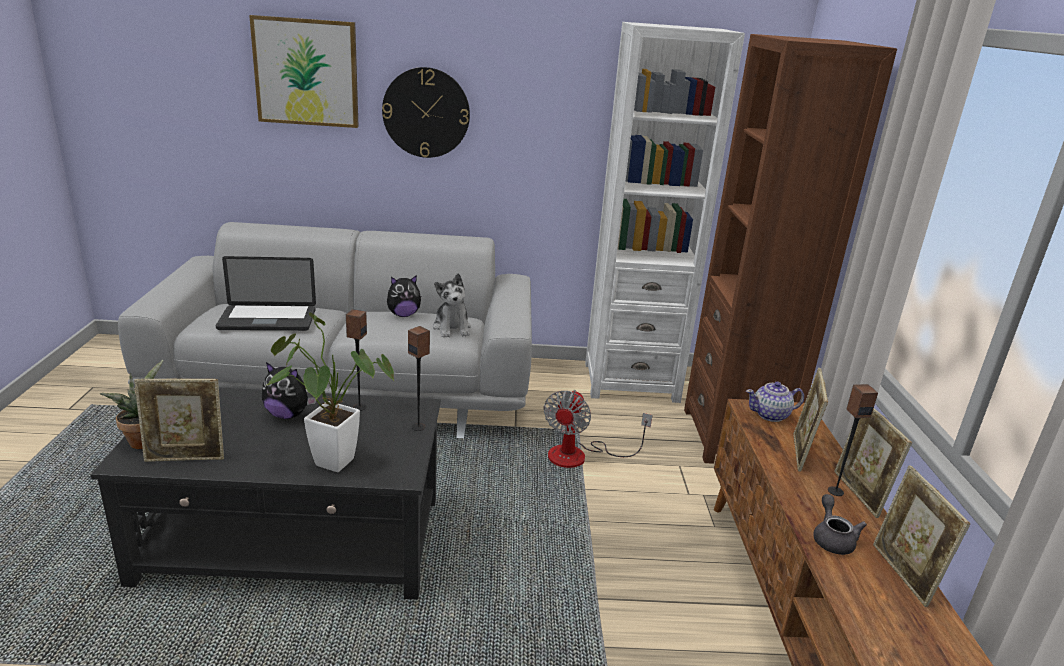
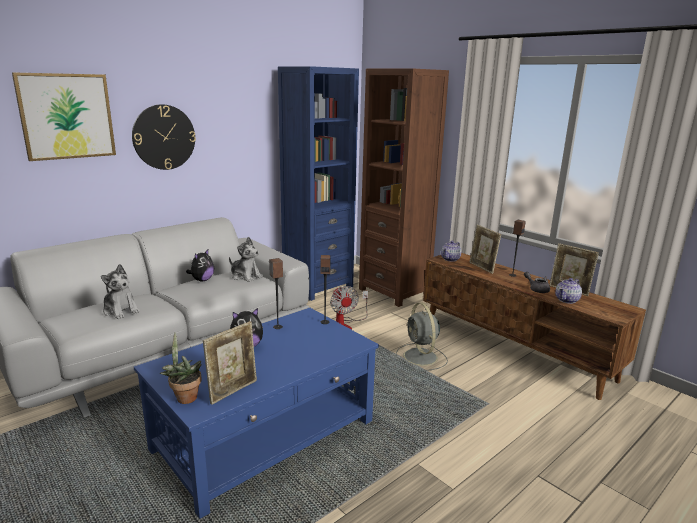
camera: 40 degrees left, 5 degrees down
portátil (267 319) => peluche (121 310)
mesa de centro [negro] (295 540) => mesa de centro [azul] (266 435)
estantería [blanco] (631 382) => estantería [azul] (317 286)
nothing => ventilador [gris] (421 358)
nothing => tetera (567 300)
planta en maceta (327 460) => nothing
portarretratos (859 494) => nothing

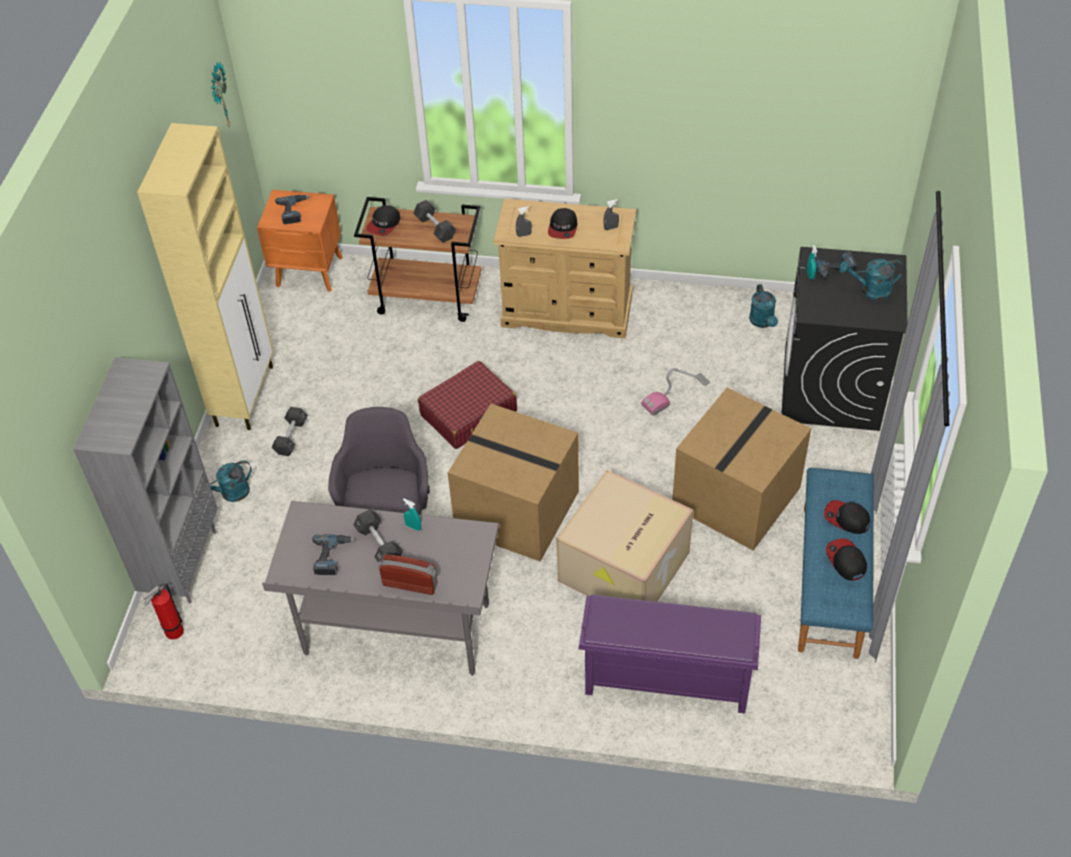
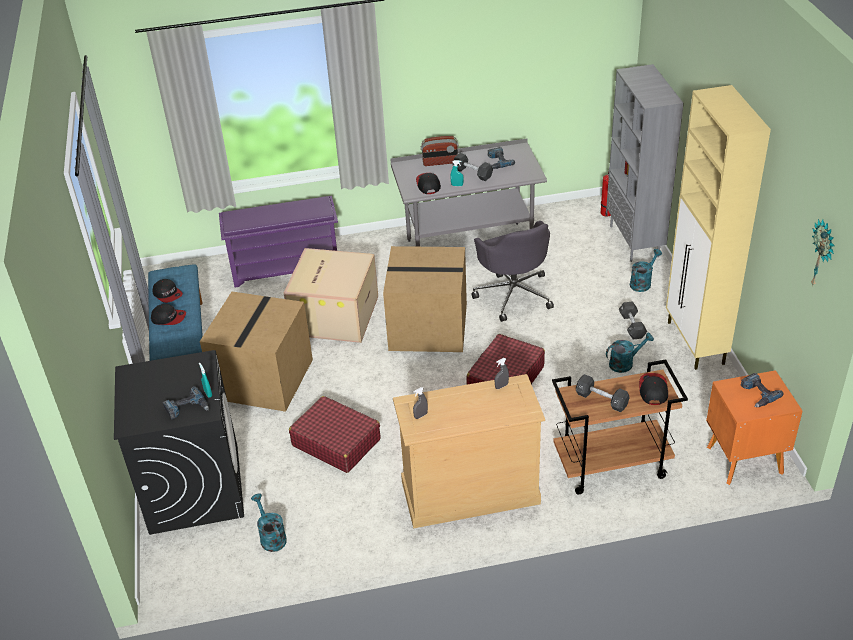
camera: 160 degrees right, 10 degrees down
aspiradora (675 395) => maleta [rojo] (336 442)
gorra (563 228) => gorra (428 184), relocated
regadera [turquesa] (870 290) => regadera [turquesa] (625 363), relocated

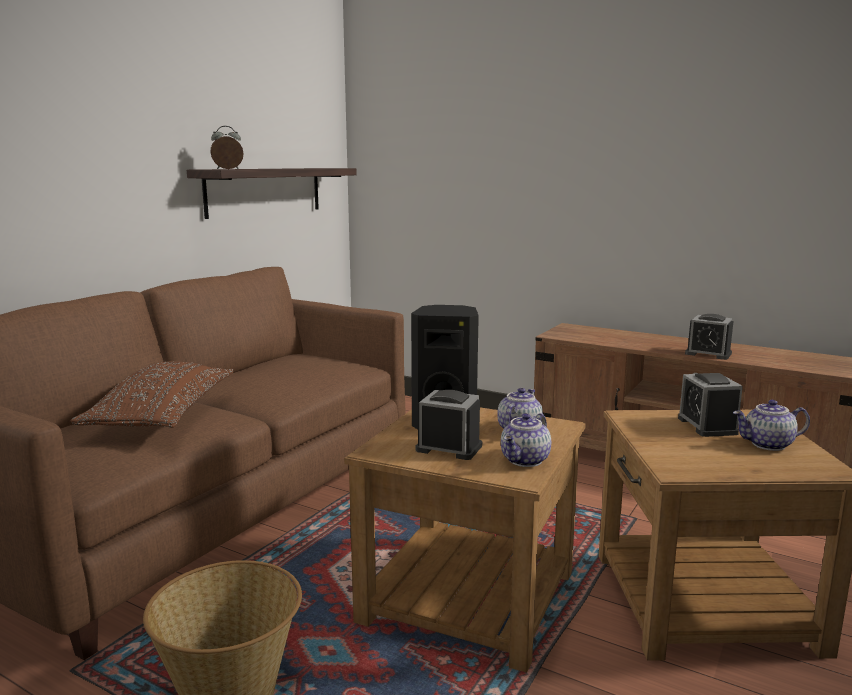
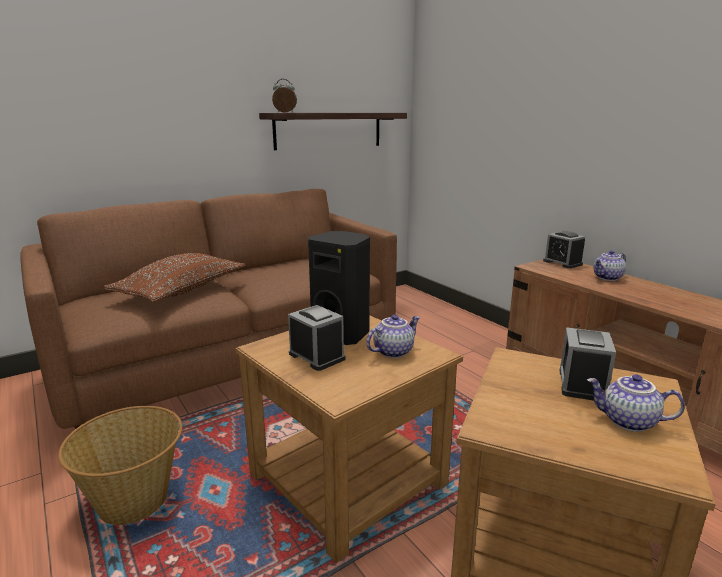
camera: 25 degrees right, 5 degrees up
despertador (708 353) => despertador (562 263), relocated
tetera (526 461) => tetera (608 278), relocated

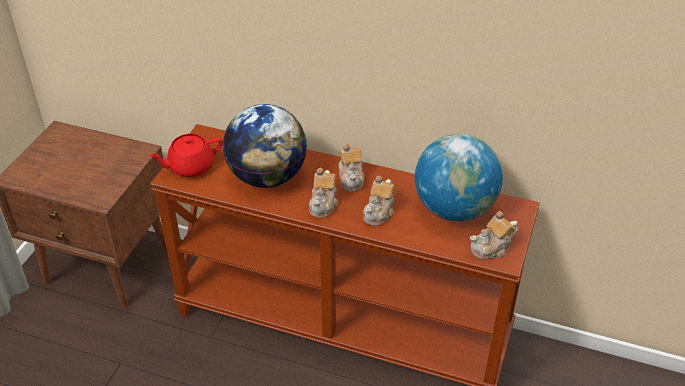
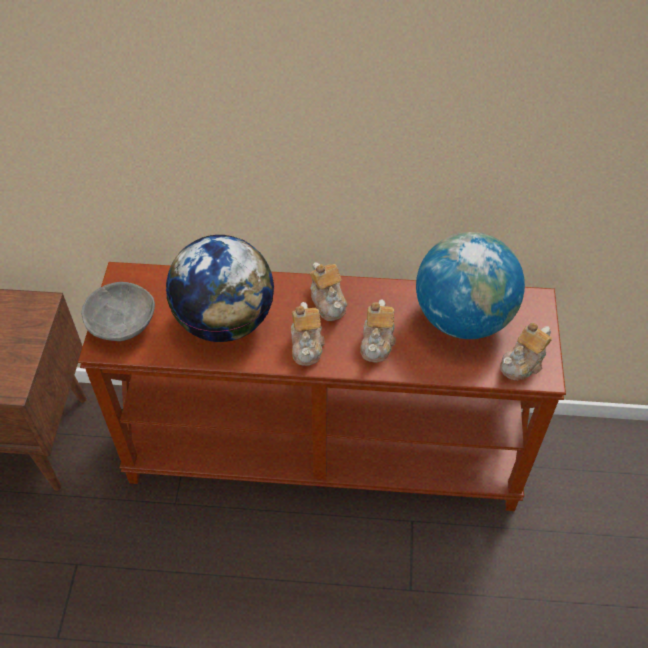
camera: 15 degrees left, 10 degrees up
tetera [rojo] (190 166) => cuenco [gris] (122 326)

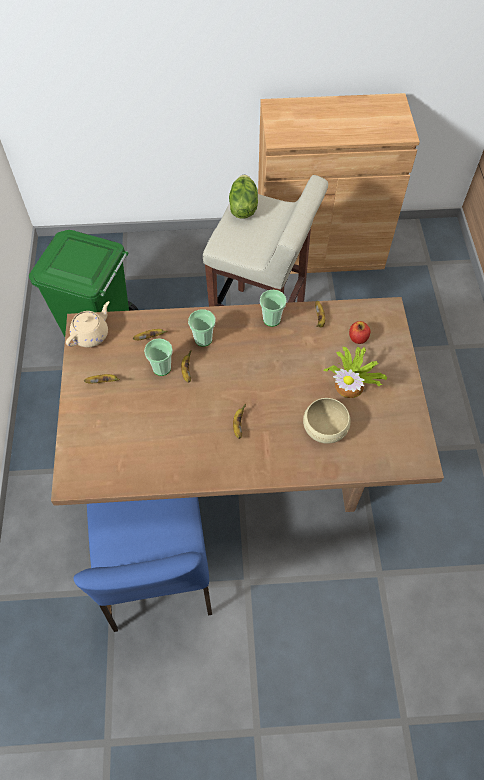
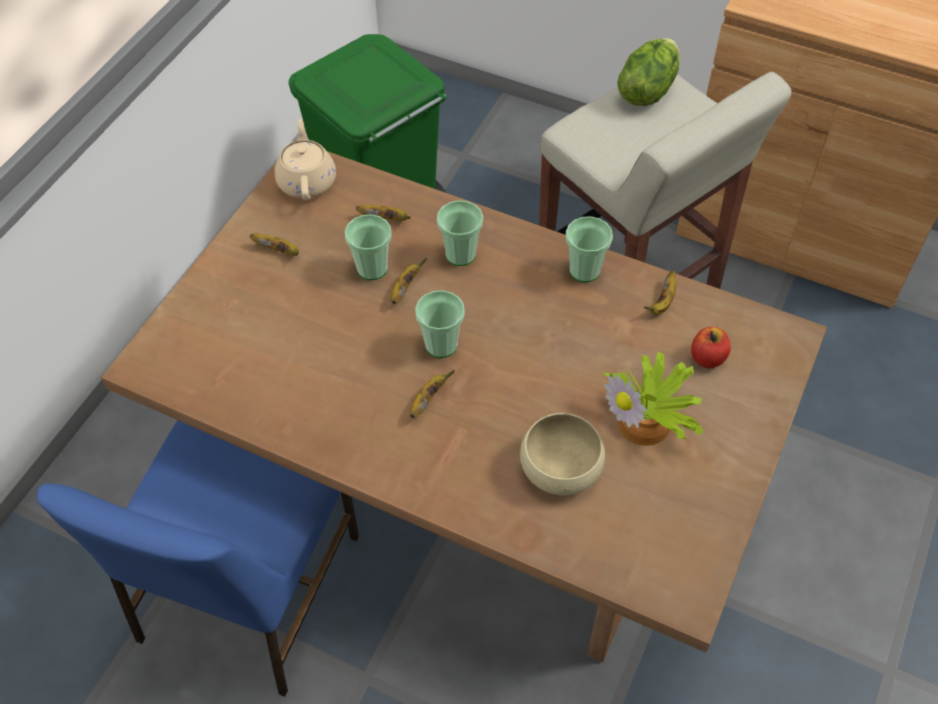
camera: 30 degrees right, 5 degrees down
tetera [beis] (91 334) => tetera [beis] (307 181), 75 degrees counterclockwise
nothing => taza (441 345)

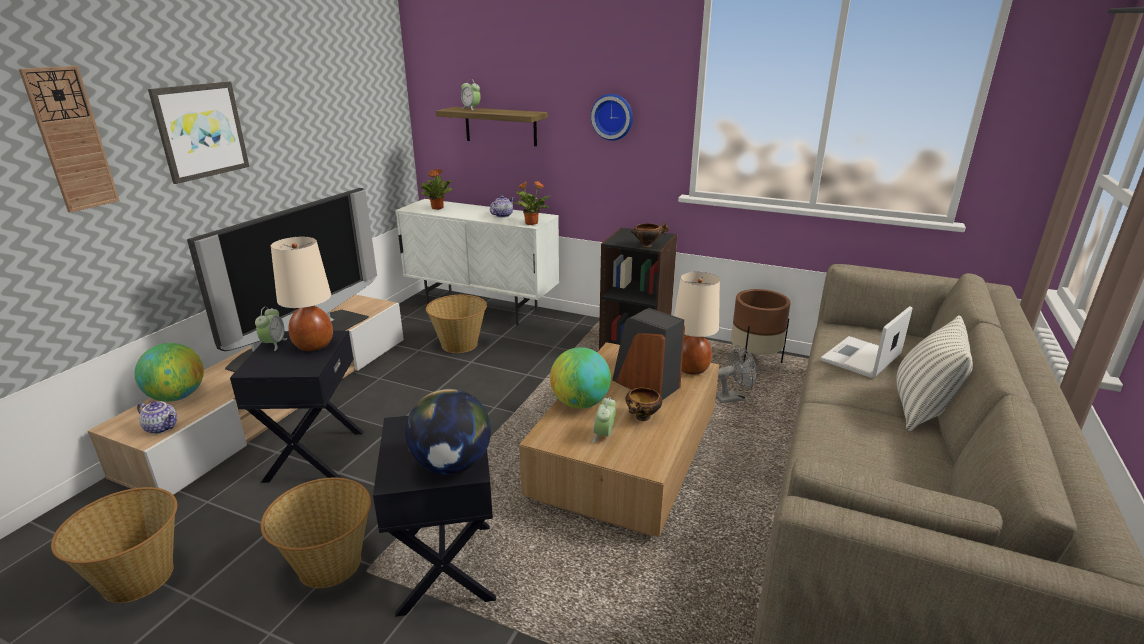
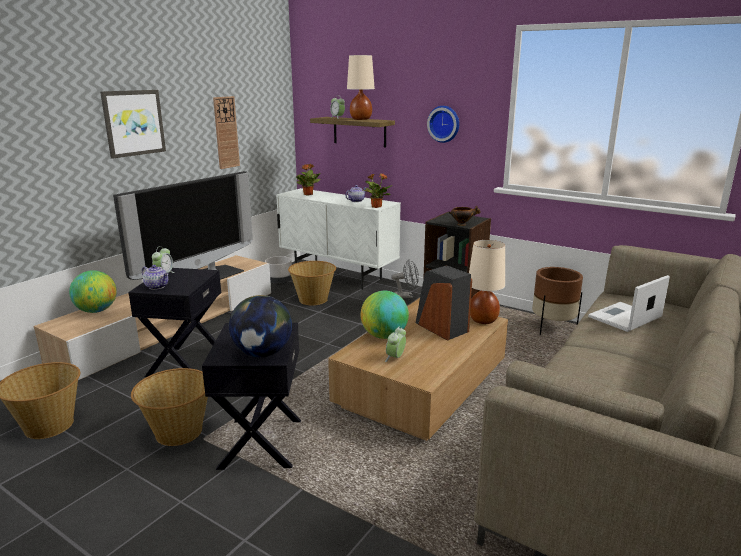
camera: 10 degrees right, 5 degrees down
tetera (162 427) => tetera (157 286), relocated
reloj de pared (71 139) => reloj de pared (226 132), relocated
nothing => maceta [gris] (279 282)
lámpara de mesa [beis] (314 345) => lámpara de mesa [beis] (361 119), relocated
ventilador [gris] (733 398) => ventilador [gris] (406 296), relocated
cuenco (642 418) => nothing
cojín (922 409) => nothing

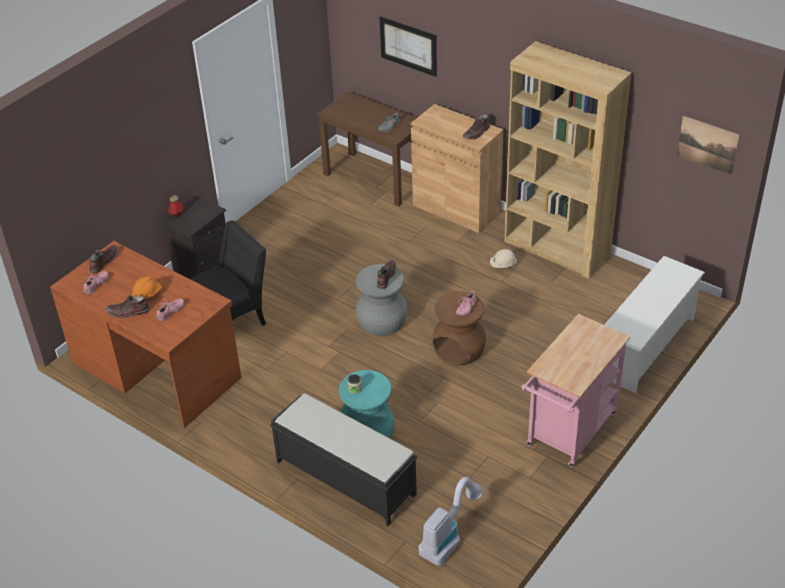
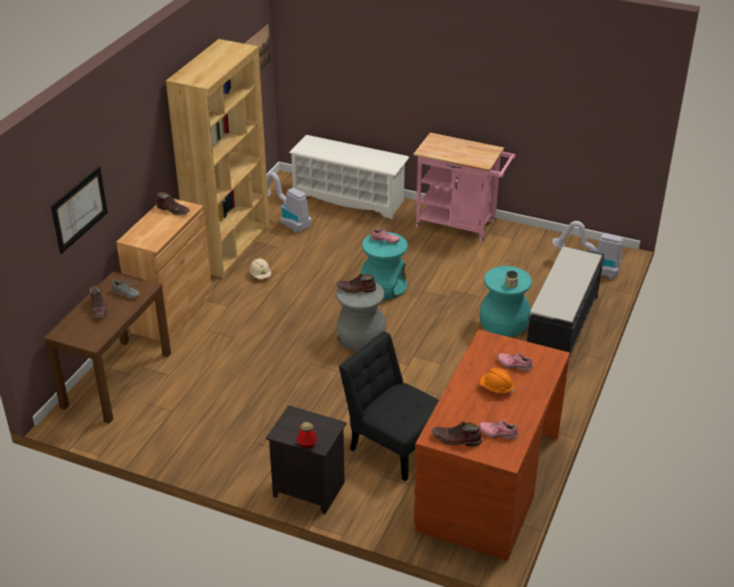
camera: 105 degrees left, 5 degrees down
bota [marrón] (128 312) => bota [marrón] (99 309), relocated
nothing => aspiradora (287 220)
taburete [marrón] (459 348) => taburete [turquesa] (383 286)

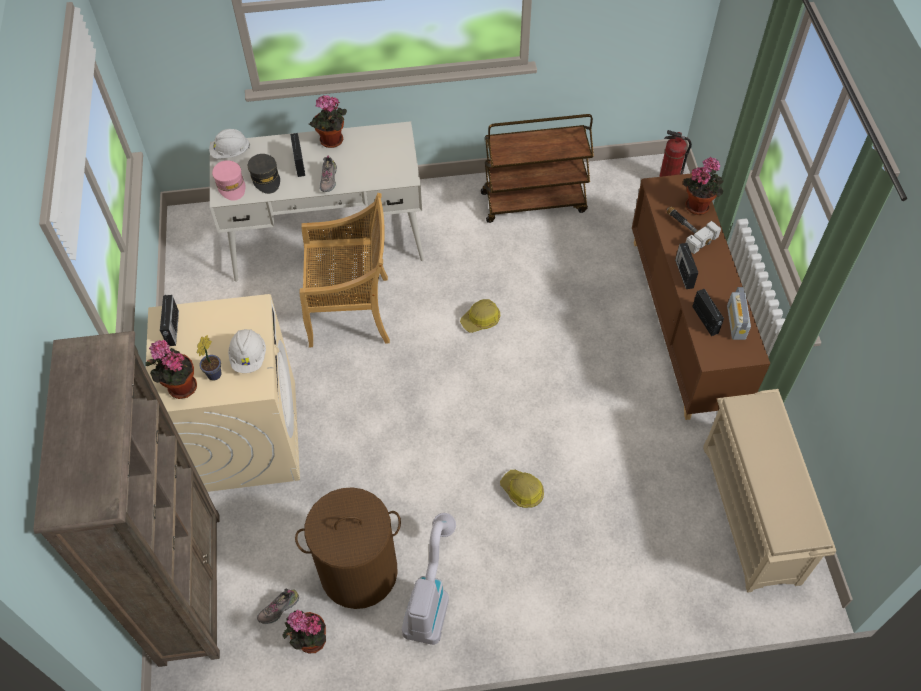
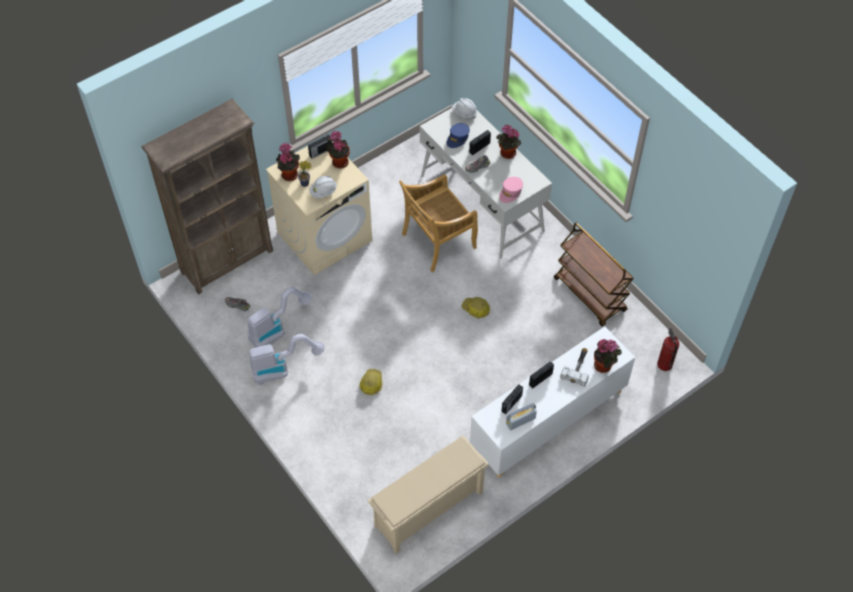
camera: 60 degrees right, 0 degrees up
cesto de la ropa [marrón] (358 572) => aspiradora (277 330)
planta en maceta (309 641) => planta en maceta (339 161), relocated
silla [beis] (351 311) => silla [beis] (437 242), 90 degrees clockwise
gorra [gris] (265 178) => gorra [azul] (457 138)
armario [marrón] (684 324) => armario [blanco] (548 420)
gorra [rosa] (231 184) => gorra [rosa] (510 192), relocated

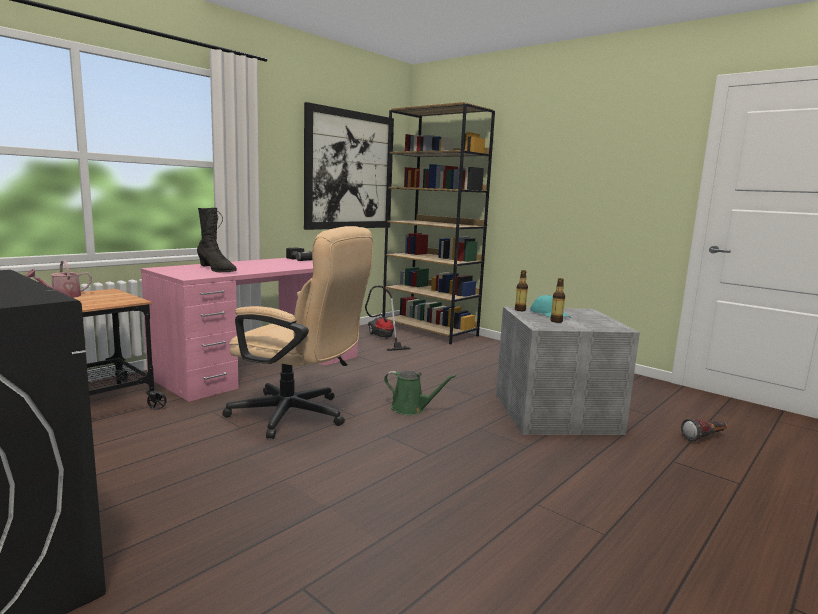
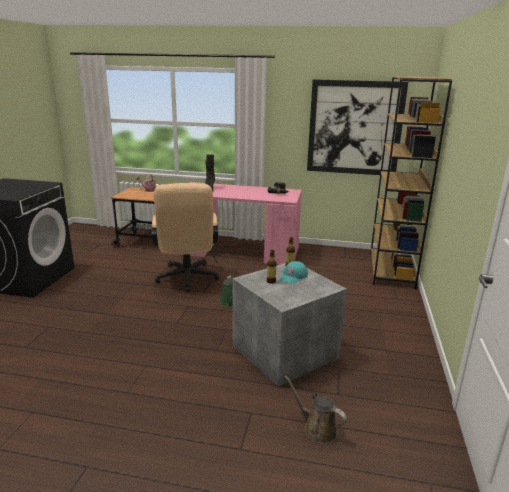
camera: 60 degrees right, 10 degrees up
linterna (705 438) => regadera [marrón] (317 429)
aspiradora (383 339) => nothing

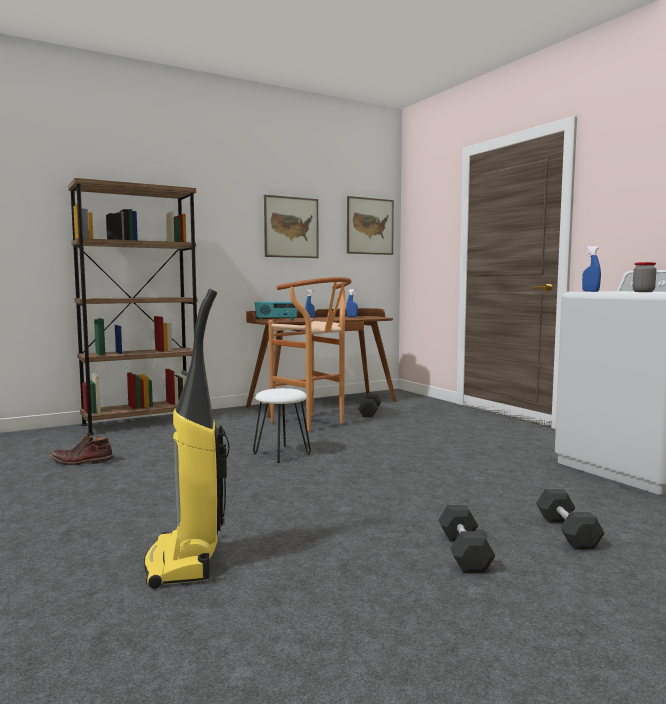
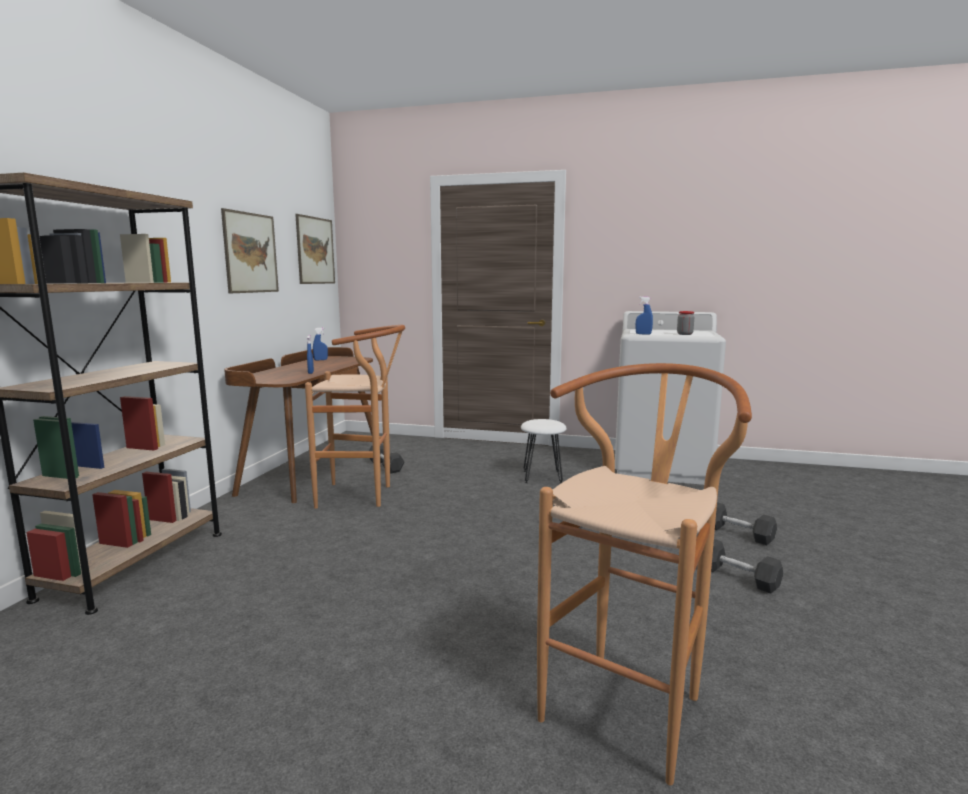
camera: 45 degrees left, 5 degrees up
taburete [blanco] (282 454) => taburete [blanco] (542 476), relocated
aspiradora (185 562) => taburete [marrón] (630 701)
bota [marrón] (81 462) => nothing
radio (276 320) => nothing

